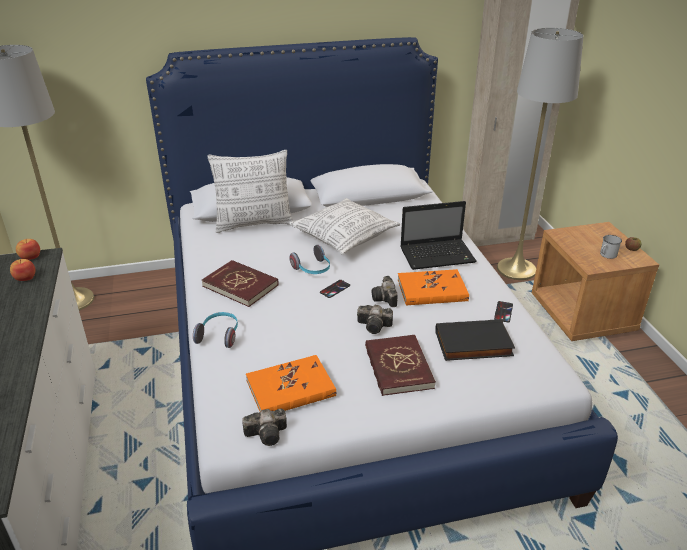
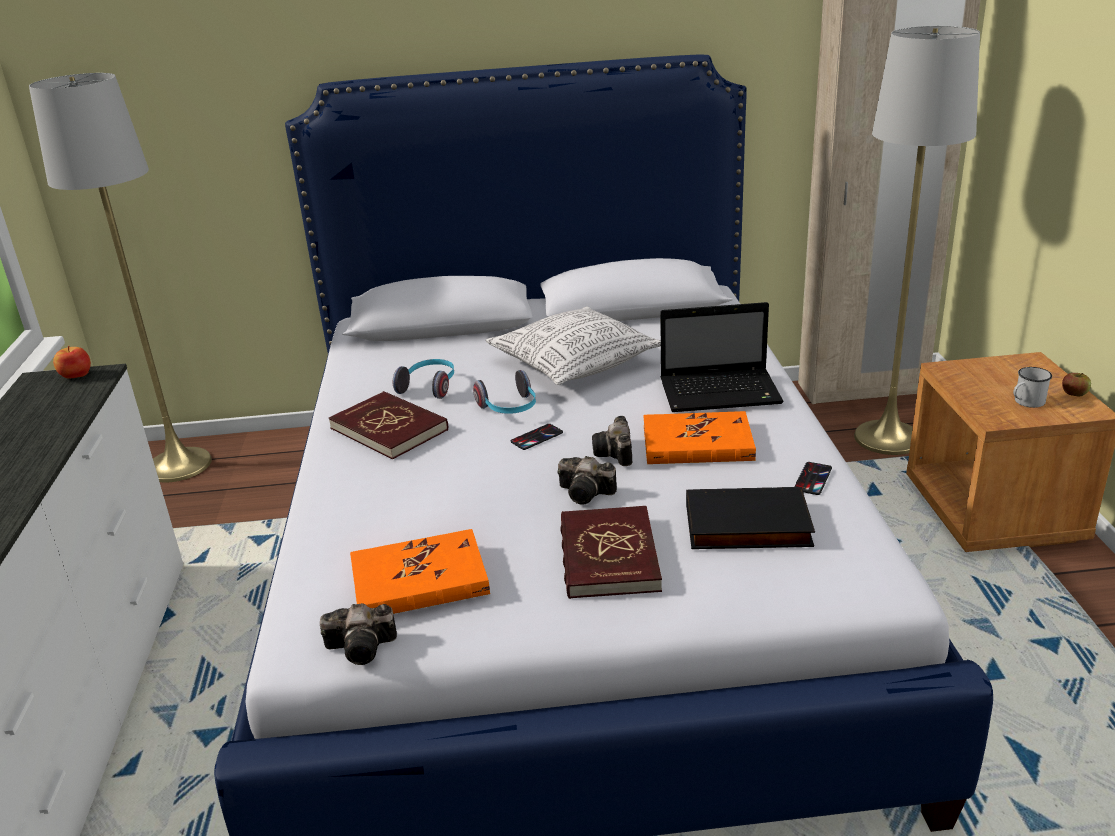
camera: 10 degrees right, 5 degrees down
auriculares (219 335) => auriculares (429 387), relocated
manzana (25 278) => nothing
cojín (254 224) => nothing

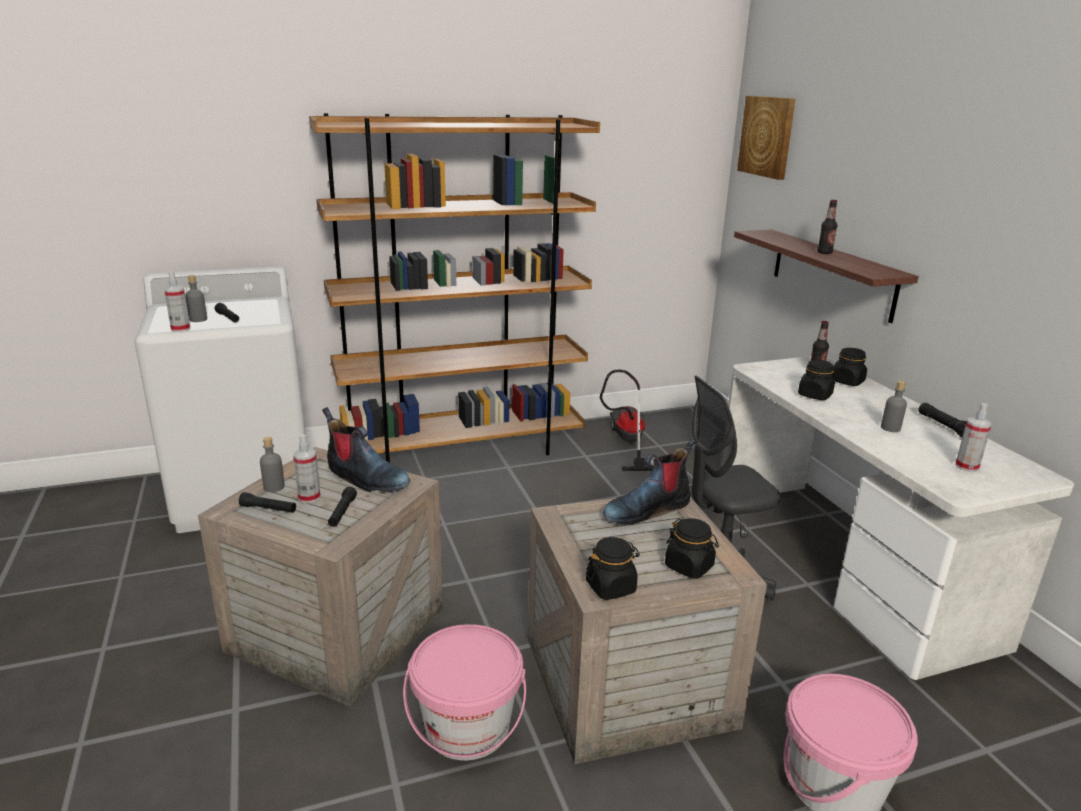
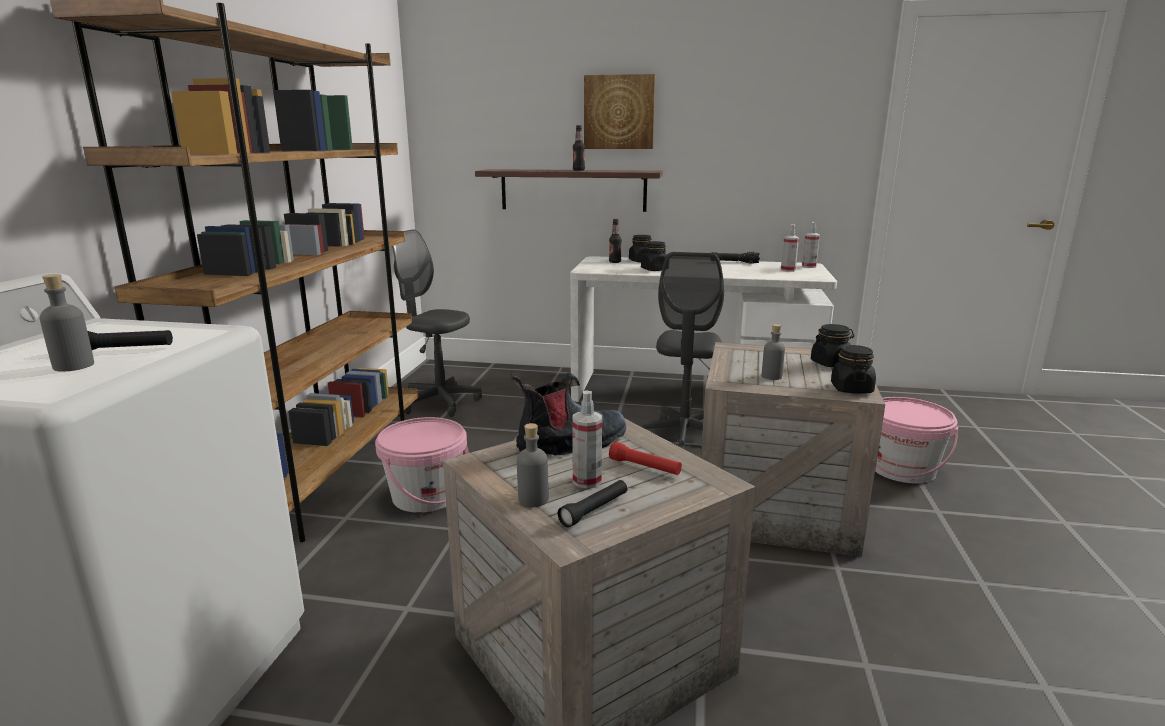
camera: 60 degrees left, 5 degrees down
cubo [rosa] (467 727) => cubo [rosa] (426 495), relocated
aspiradora (626 442) => silla de oficina [gris] (439 402)
cuadro (767 136) => cuadro (619 112), relocated
linterna [negro] (342 513) => linterna [rojo] (644 467)
botella [gris] (890 428) => botella [gris] (771 376), relocated
pulverizador (180 329) => pulverizador (809 266), relocated
bota (647 509) => nothing

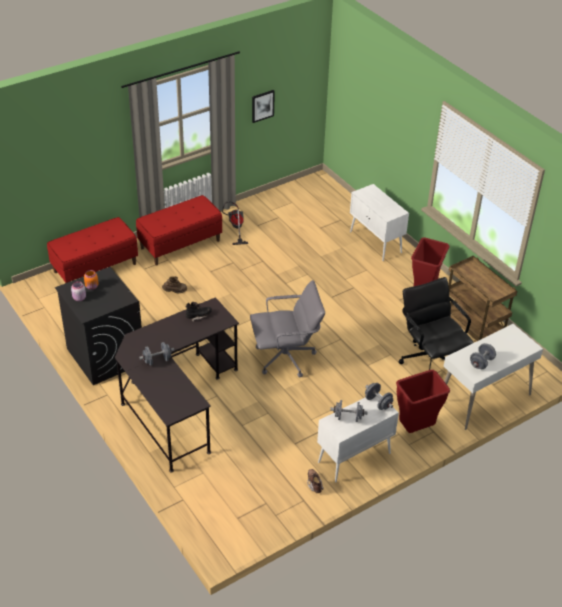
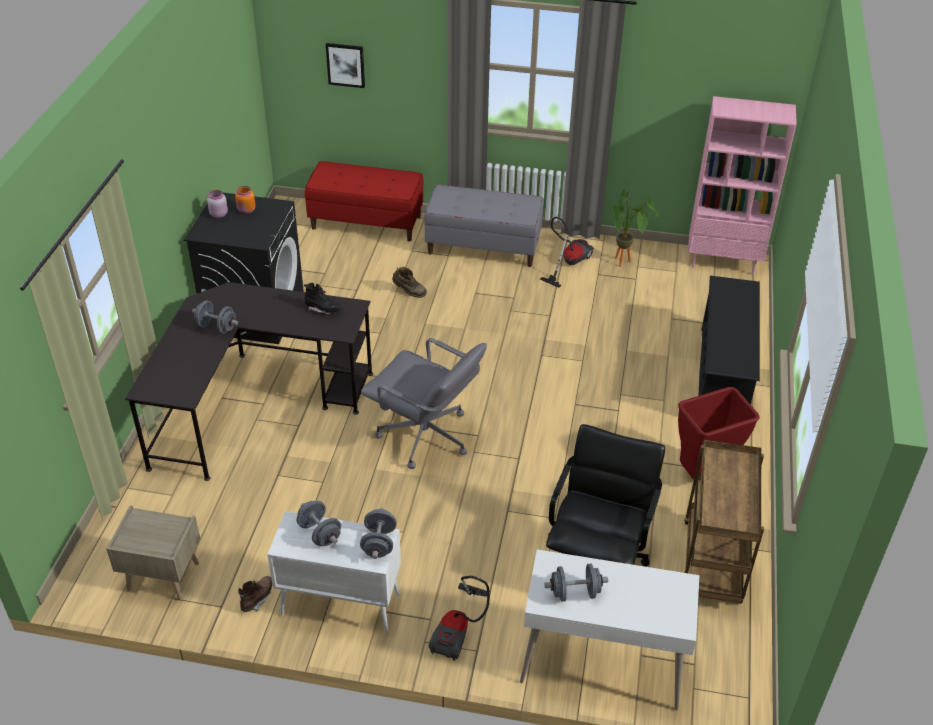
camera: 45 degrees right, 0 degrees up
nothing => mesita de noche [beis] (162 577)
cuadro (262 106) => cuadro (345 65), relocated
banco [rojo] (180 244) => banco [gris] (483 247)
papelera [rojo] (415 429) => aspiradora (459 630)
nothing => planta en maceta (624 264)
nothing => estantería [rosa] (723 261)
armario [blanco] (376 243) => zapatero [negro] (722 376)

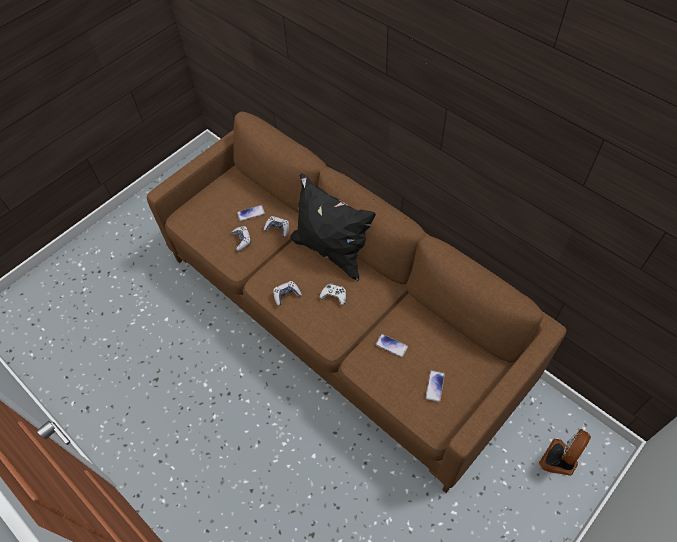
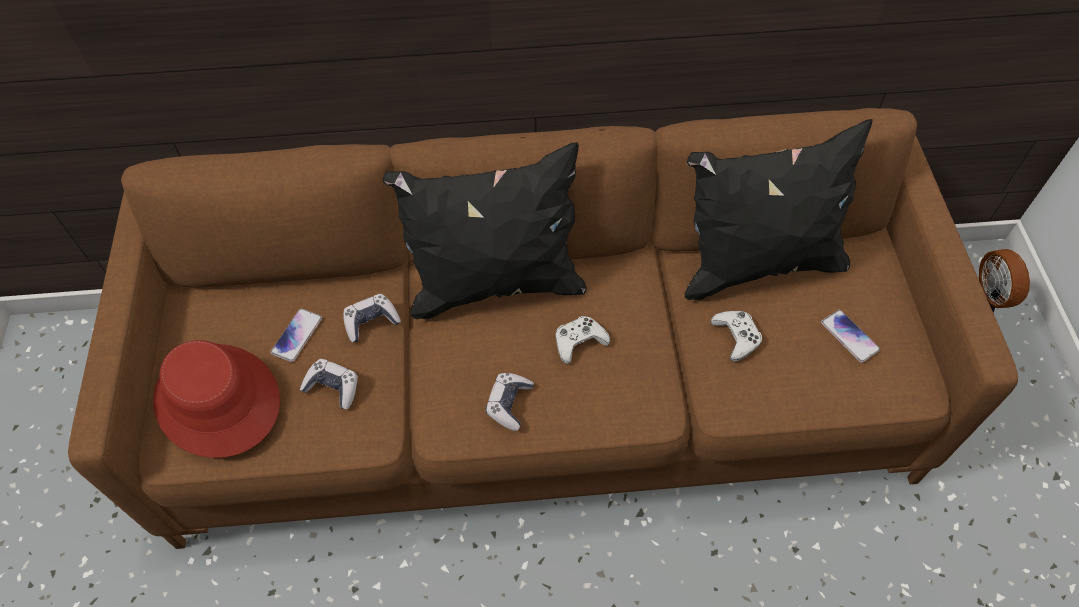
camera: 50 degrees left, 0 degrees up
nothing => sombrero [rojo] (217 401)
nothing => cojín [negro] (757 264)
móvil (391 346) => mando de consola [blanco] (736 337)

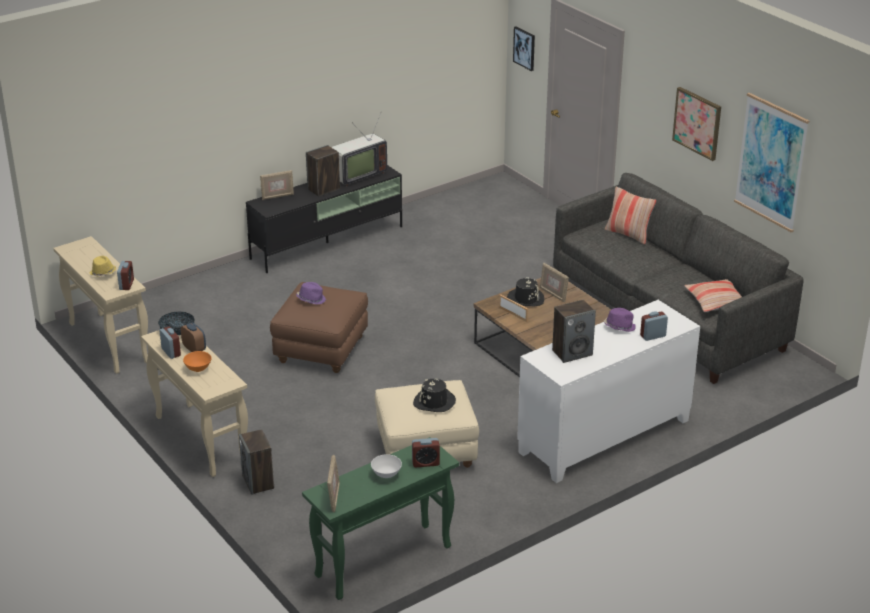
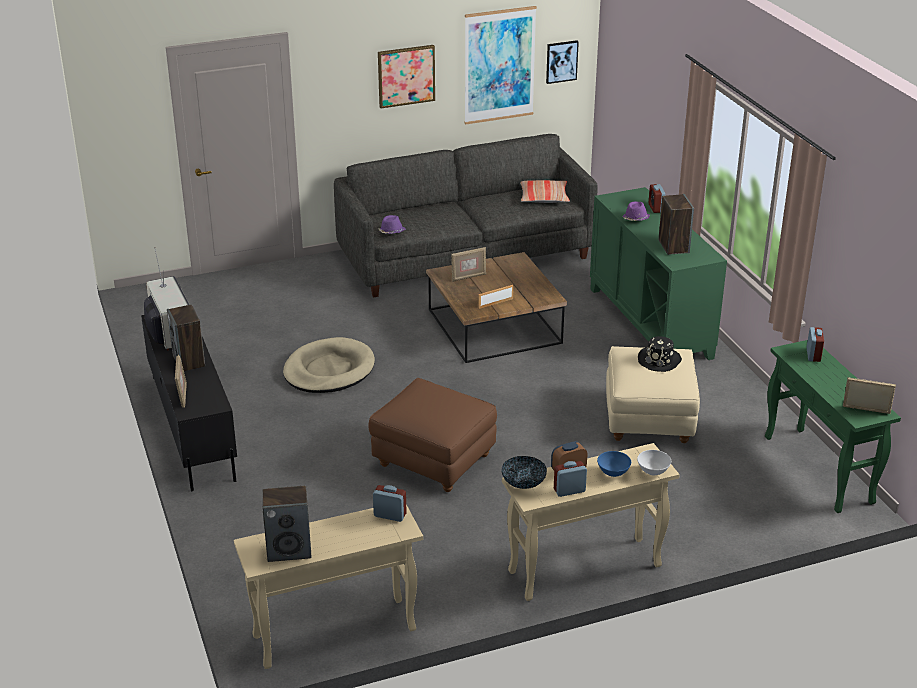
camera: 75 degrees left, 0 degrees up
altavoz (258 482) => altavoz (289 549), relocated
nothing => cama para perro [beis] (329 370)
sombrero [morado] (311 299) => sombrero [morado] (391 232), relocated
cuadro (524 48) => cuadro (561 61), relocated
armario [blanco] (605 437) => armario [verde] (650 323)
cuenco [naranja] (198 369) => cuenco [azul] (613 473)
cuenco [blanco] (386 475) => cuenco [blanco] (653 472), relocated
sombrero [amarillo] (103 273) => nothing
sombrero [negro] (526 299) => nothing
cojín (628 234) => nothing

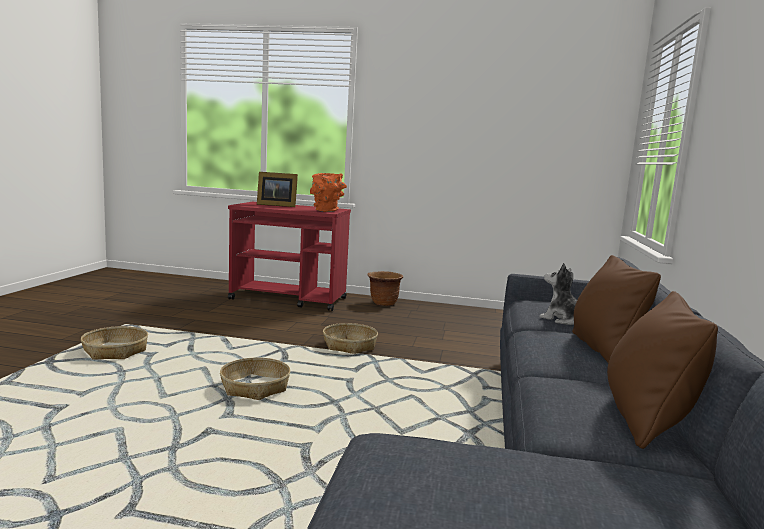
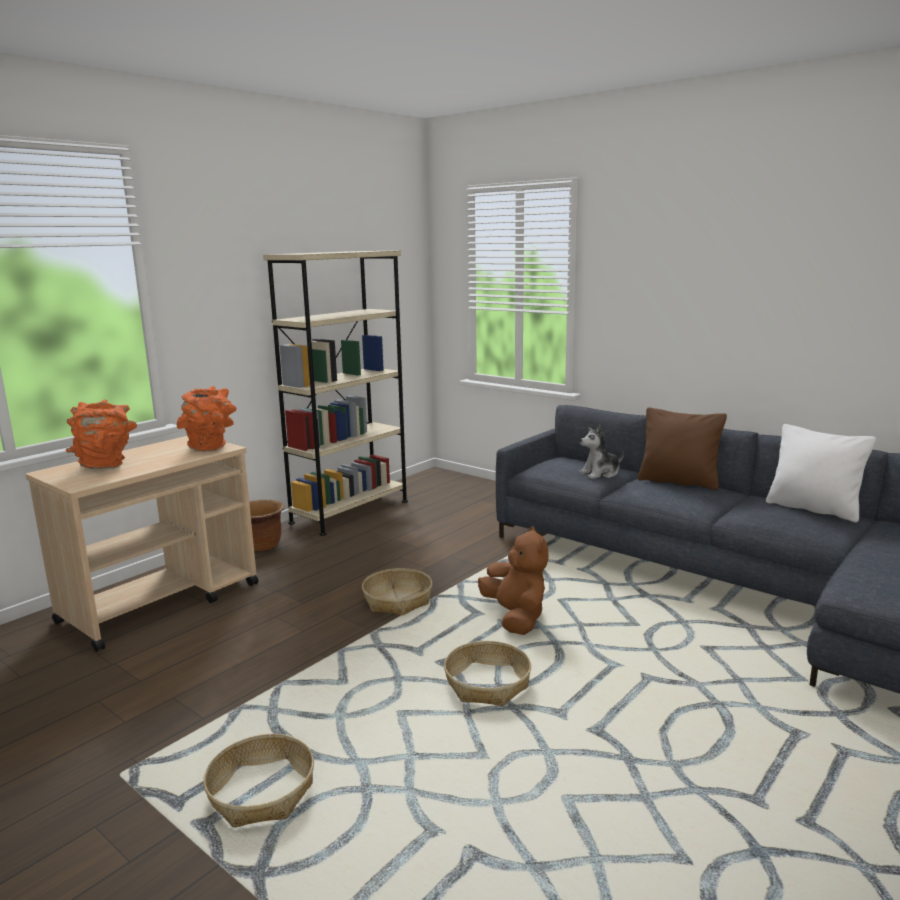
camera: 60 degrees left, 5 degrees up
carrito [rojo] (289 299) => carrito [beis] (162 602)
portarretratos (276 205) => florero [naranja] (106 465)
nothing => estantería [beis] (350 512)
nothing => peluche [marrón] (516 617)
cojín [marrón] (646 420) => cojín [blanco] (813 509)

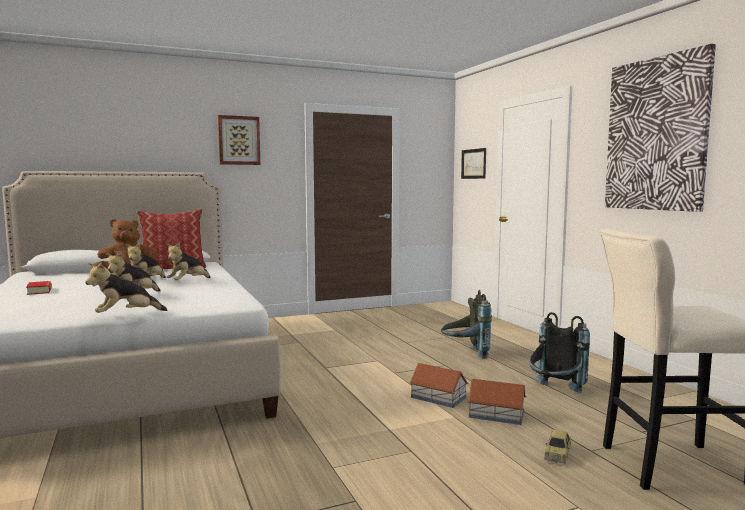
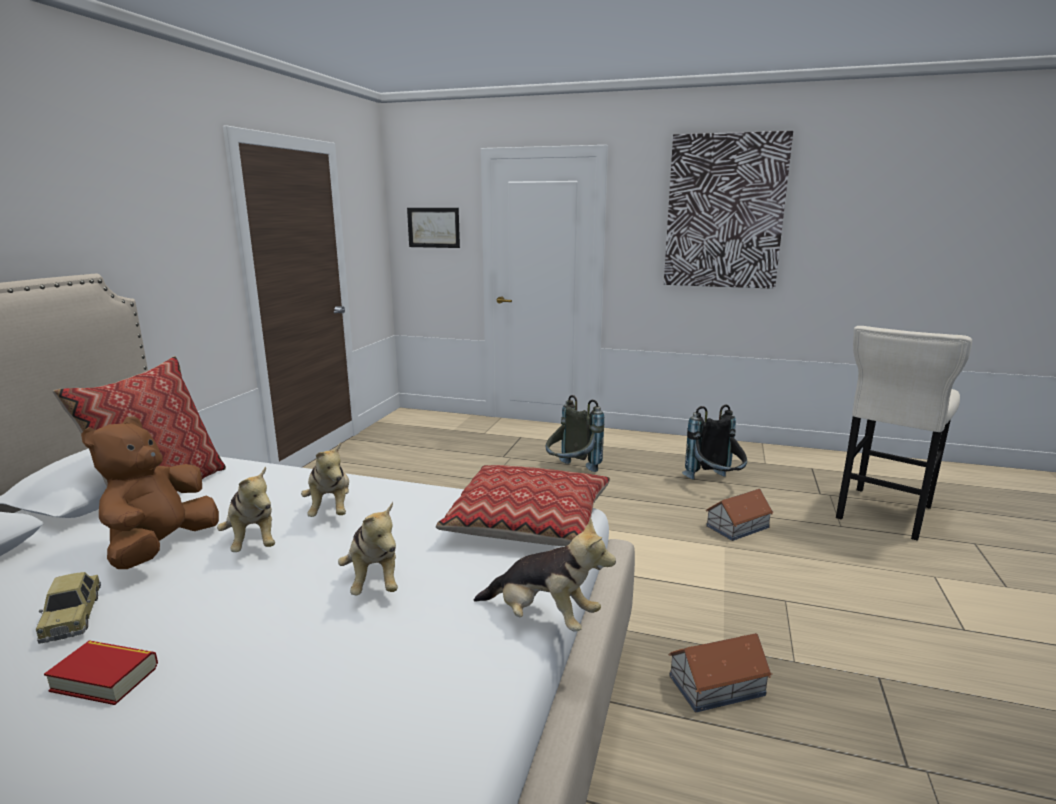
camera: 50 degrees left, 10 degrees up
coche de juguete (557 453) => coche de juguete (73 616), relocated
nothing => cojín (530 521)
peluche (126 315) => peluche (543 618), 75 degrees counterclockwise
casita (438 397) => casita (715 685), relocated
cuadro (239 140) => nothing

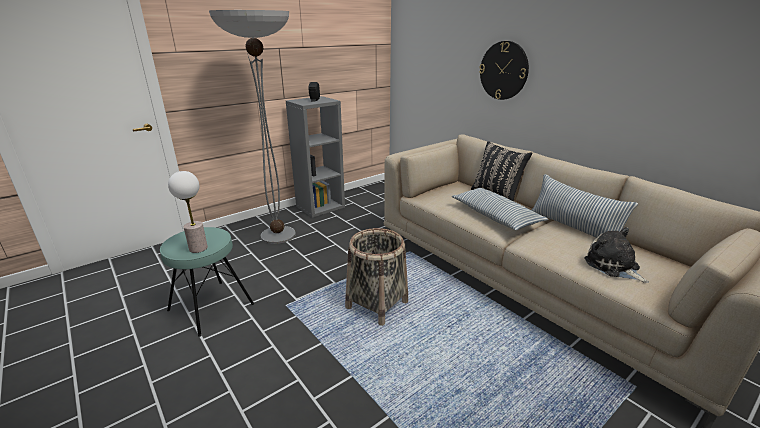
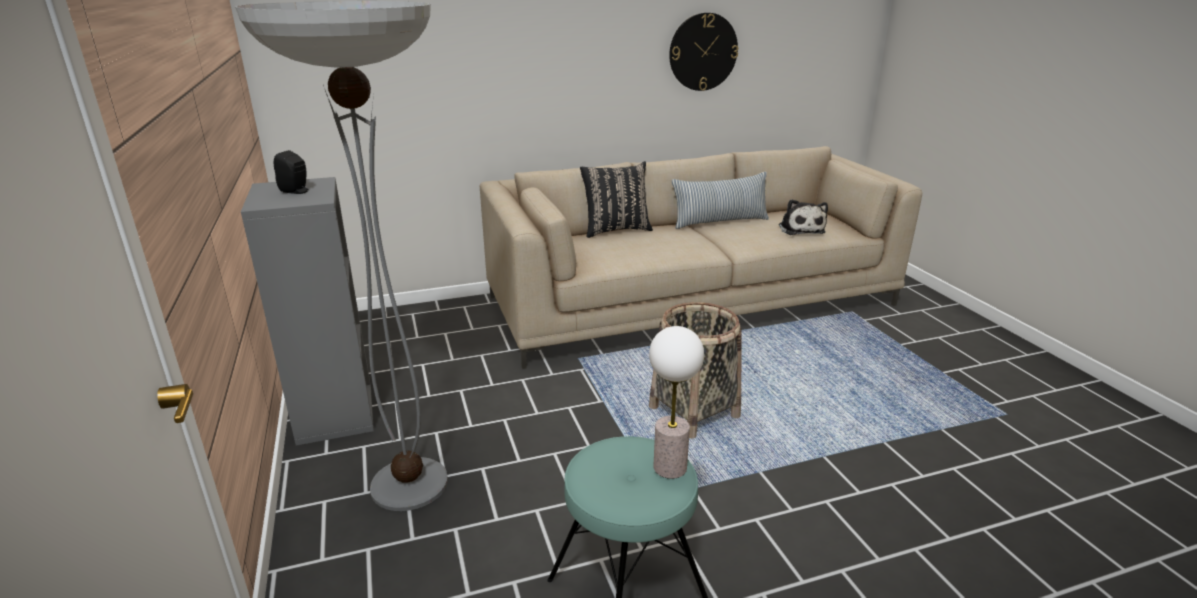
camera: 70 degrees left, 0 degrees up
reloj de pared (503 70) => reloj de pared (703 52), relocated
peluche (613 266) => peluche (800 229), 90 degrees counterclockwise
cojín (495 216) => nothing

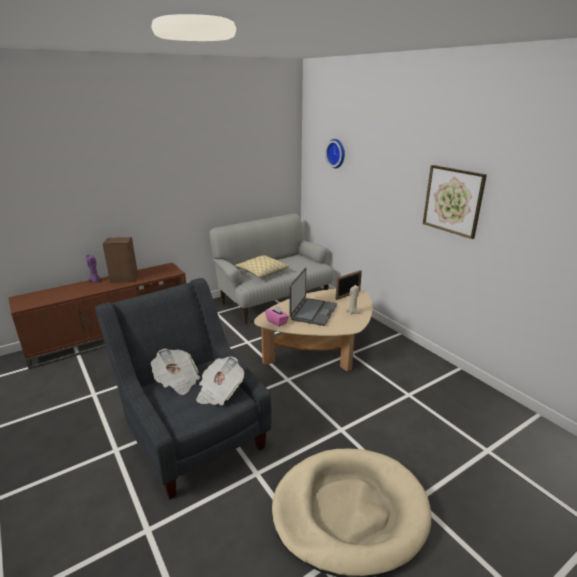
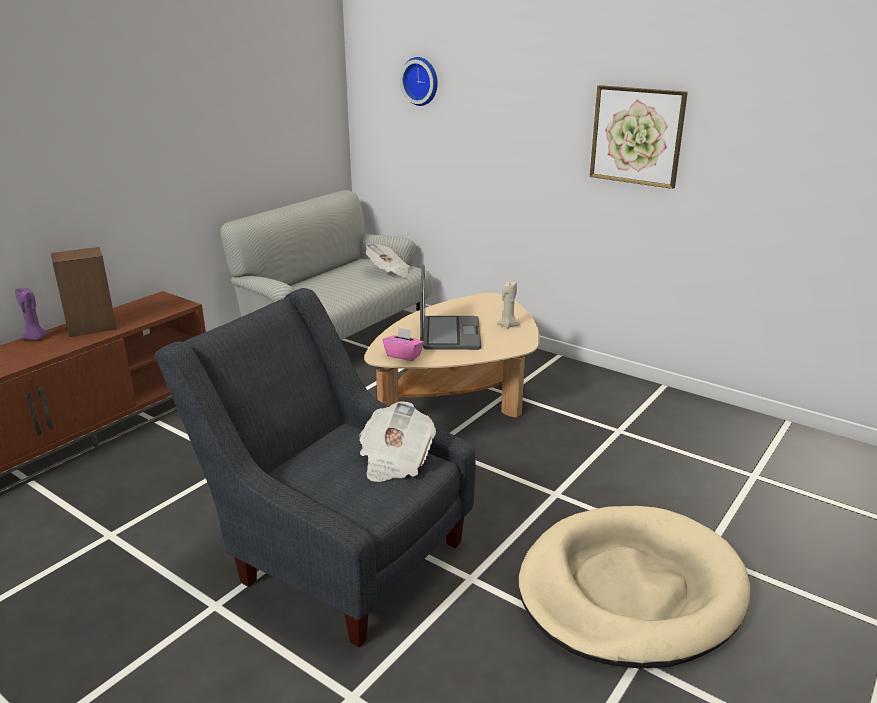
camera: 20 degrees left, 0 degrees up
periódico (177 381) => periódico (389 272), relocated
cojín (262 272) => nothing
portarretratos (348 295) => nothing

